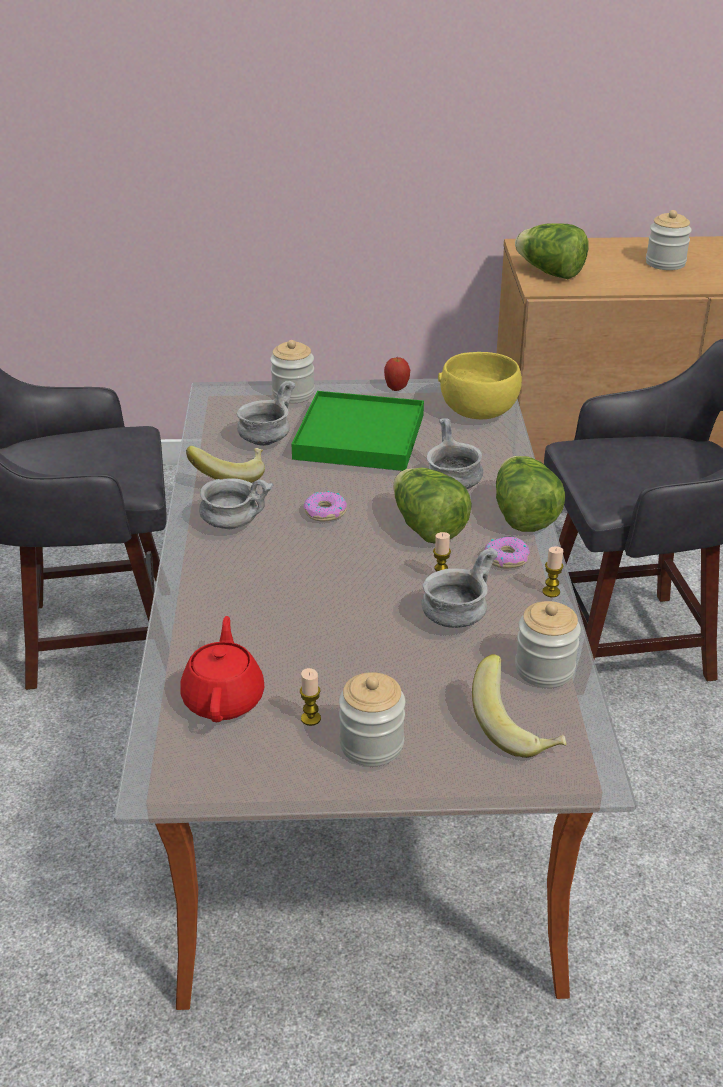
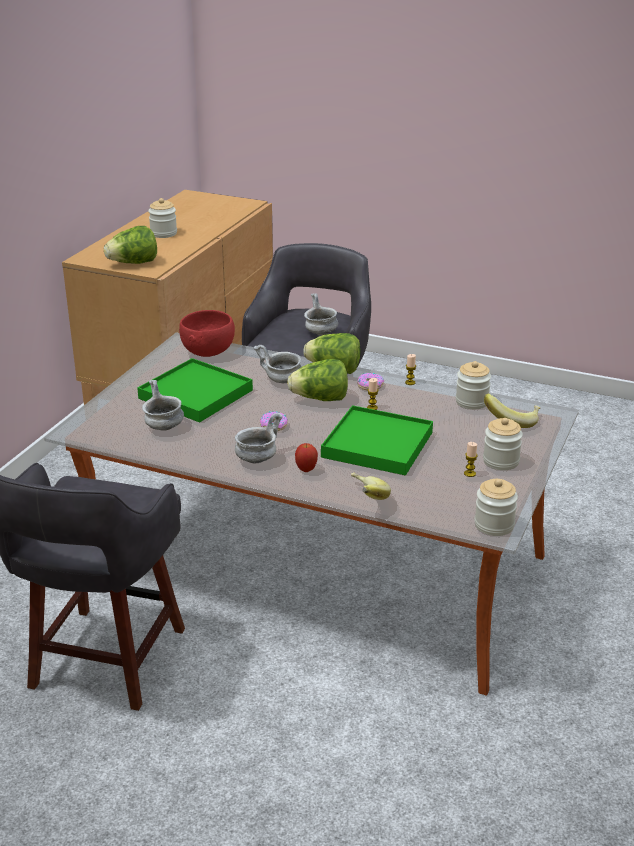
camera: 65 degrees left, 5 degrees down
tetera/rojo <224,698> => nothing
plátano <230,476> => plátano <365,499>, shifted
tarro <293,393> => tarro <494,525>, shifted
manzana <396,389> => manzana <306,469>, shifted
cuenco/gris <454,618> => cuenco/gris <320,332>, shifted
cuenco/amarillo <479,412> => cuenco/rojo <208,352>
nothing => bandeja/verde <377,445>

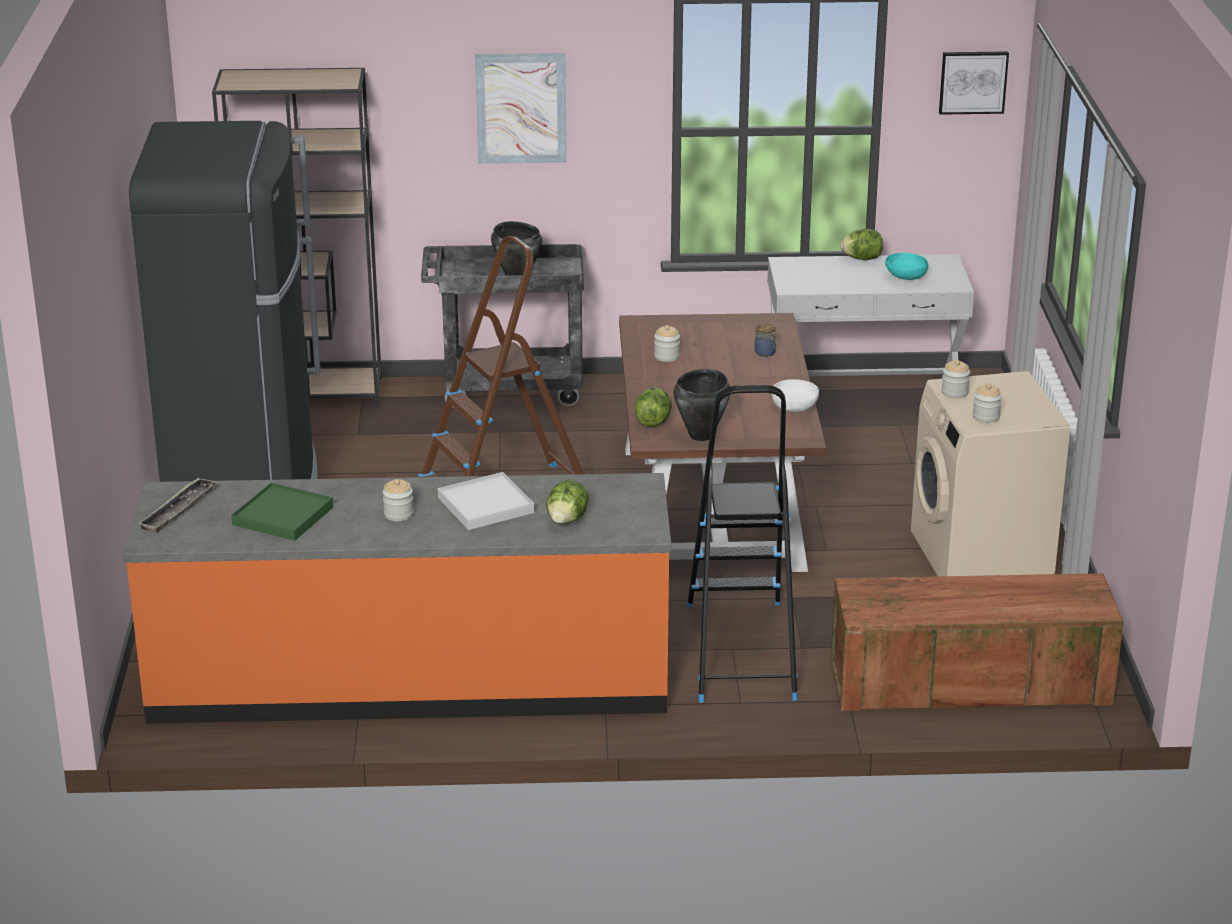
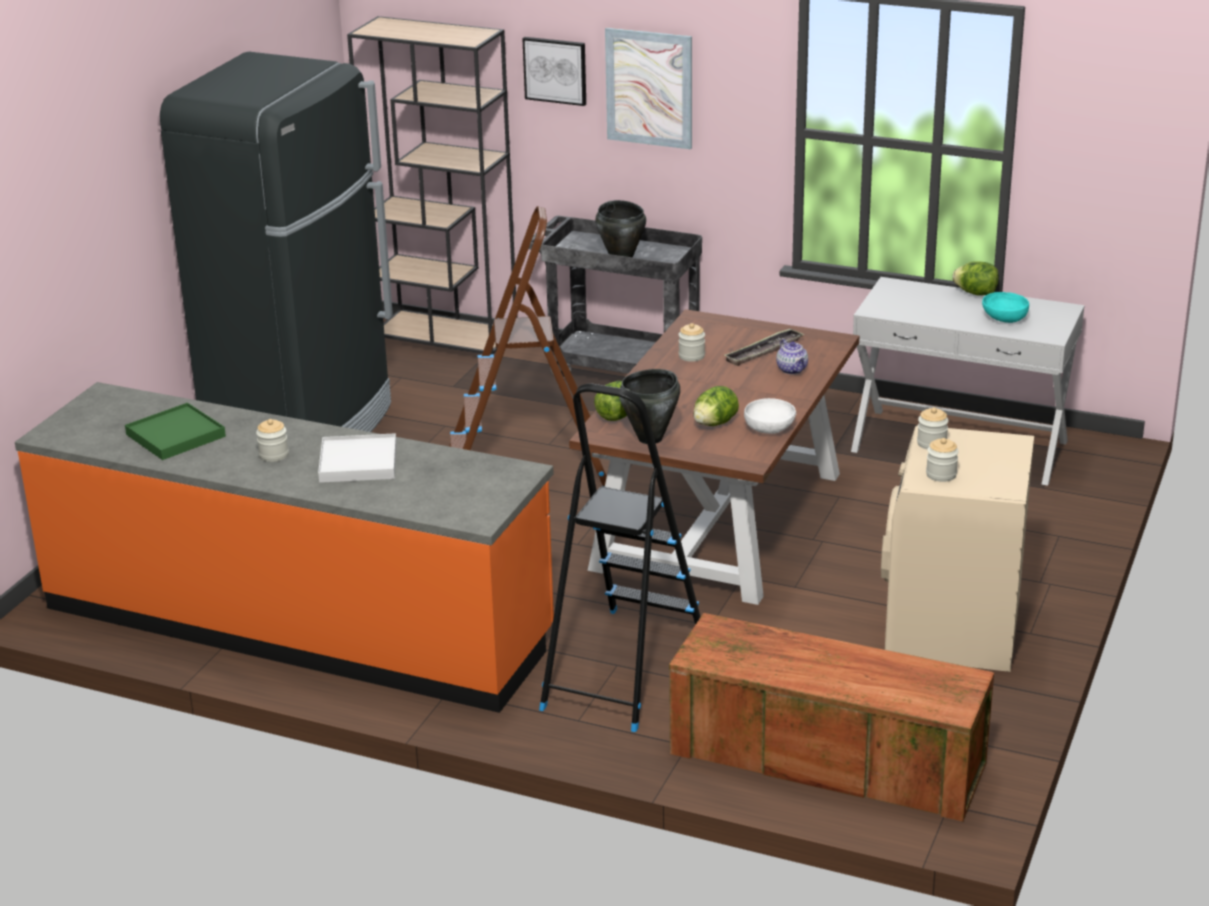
camera: 25 degrees right, 0 degrees up
bandeja <178,510> => bandeja <764,351>, shifted
lechuga <567,520> => lechuga <715,423>, shifted
tarro <765,353> => tetera <792,370>
cuadro <973,82> => cuadro <555,70>, shifted

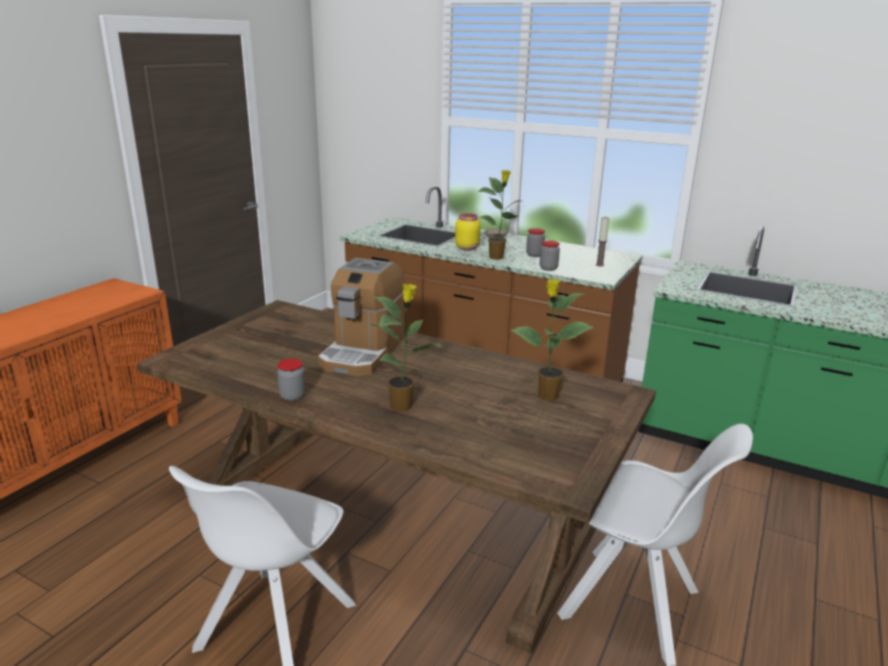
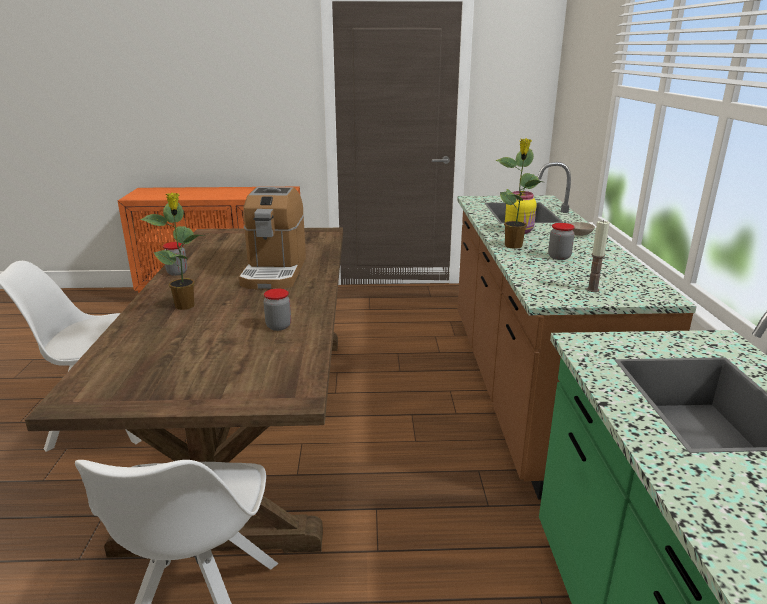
camera: 60 degrees right, 0 degrees up
cafetera <363,352> => cafetera <274,271>, 75 degrees counterclockwise
planta en maceta <547,396> => nothing
tarro <548,268> => tarro <278,326>, shifted

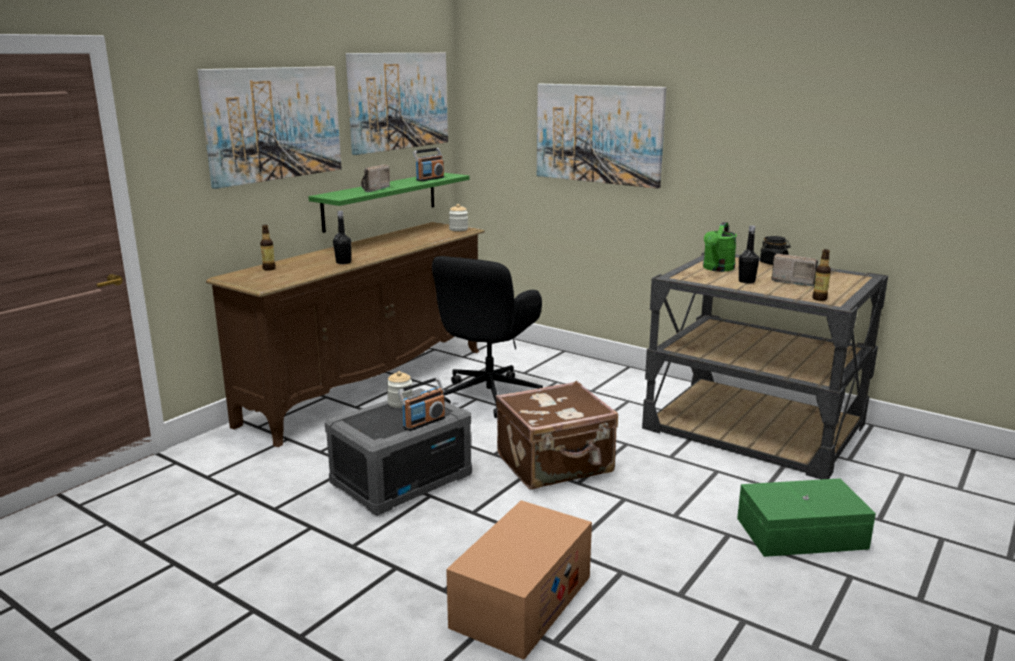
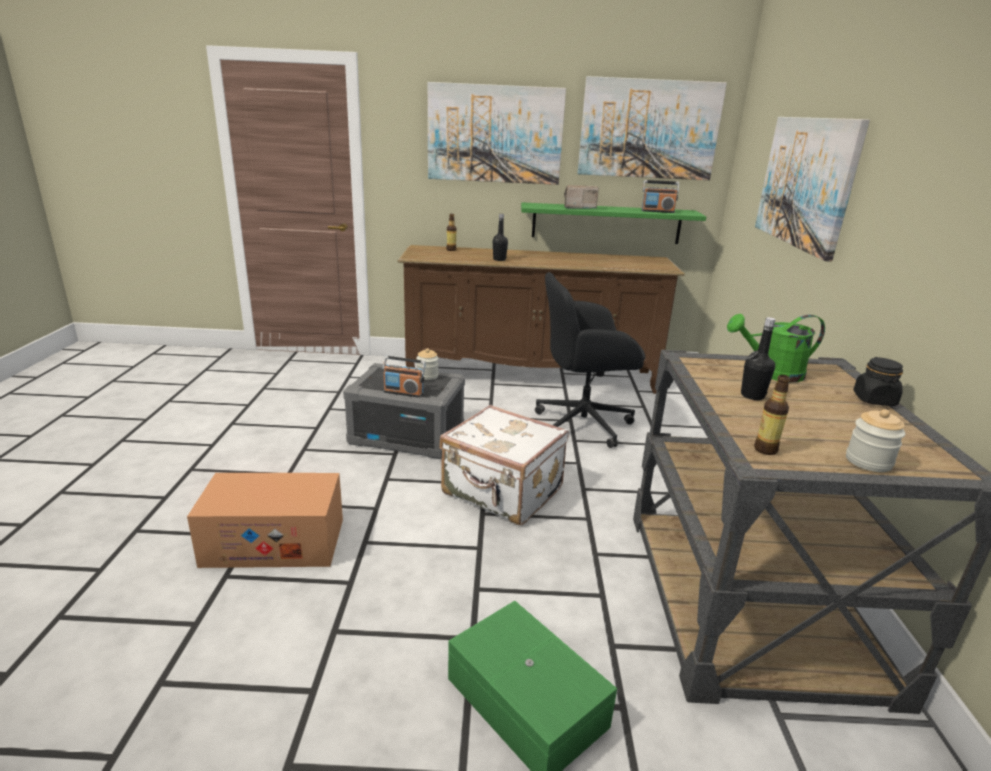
camera: 55 degrees right, 5 degrees up
tarro <458,229> => tarro <868,461>, shifted
maleta/marrón <556,465> => maleta/blanco <502,492>
radio <793,282> => nothing

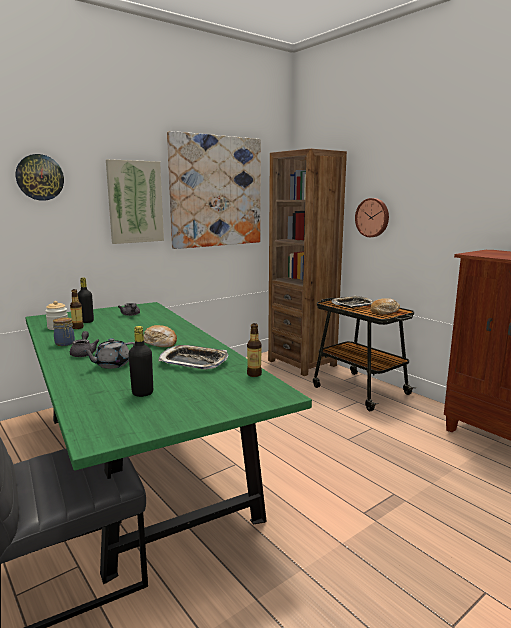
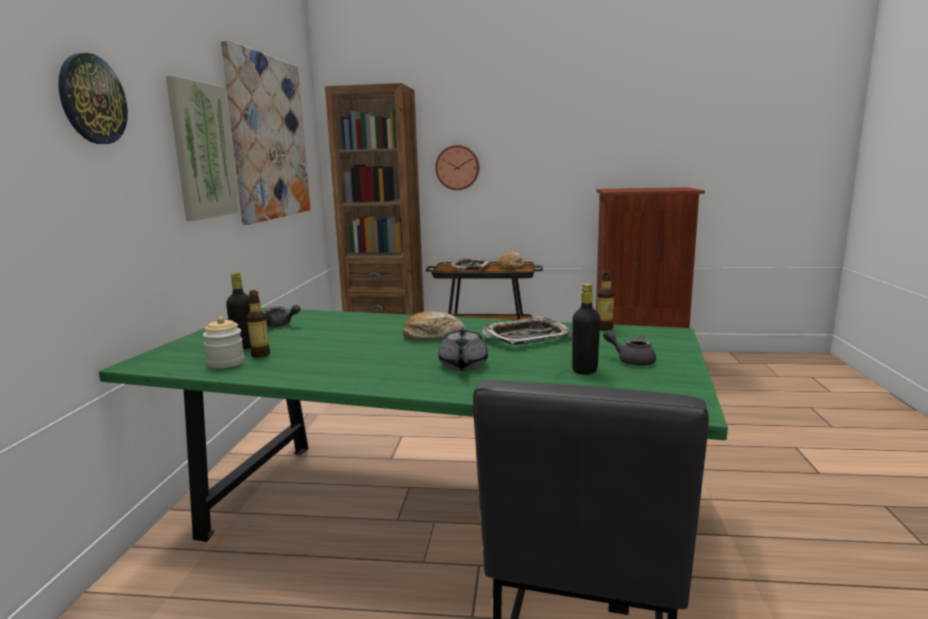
camera: 45 degrees left, 0 degrees up
tarro <65,344> => nothing
tetera/gris <84,353> => tetera/gris <631,360>, shifted

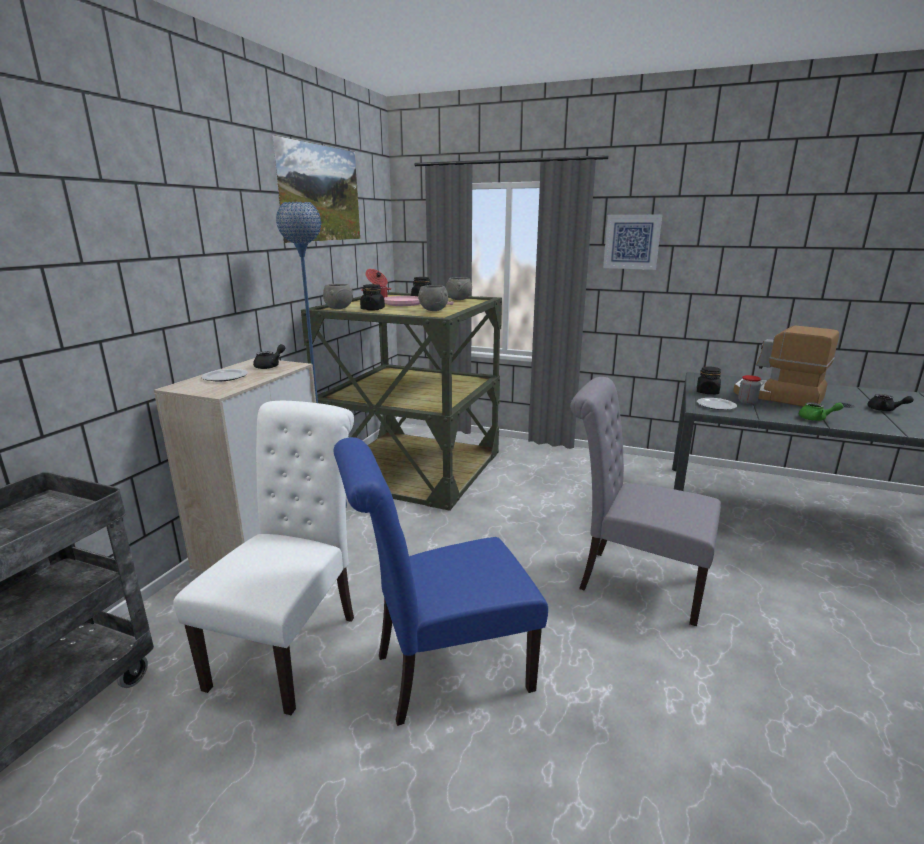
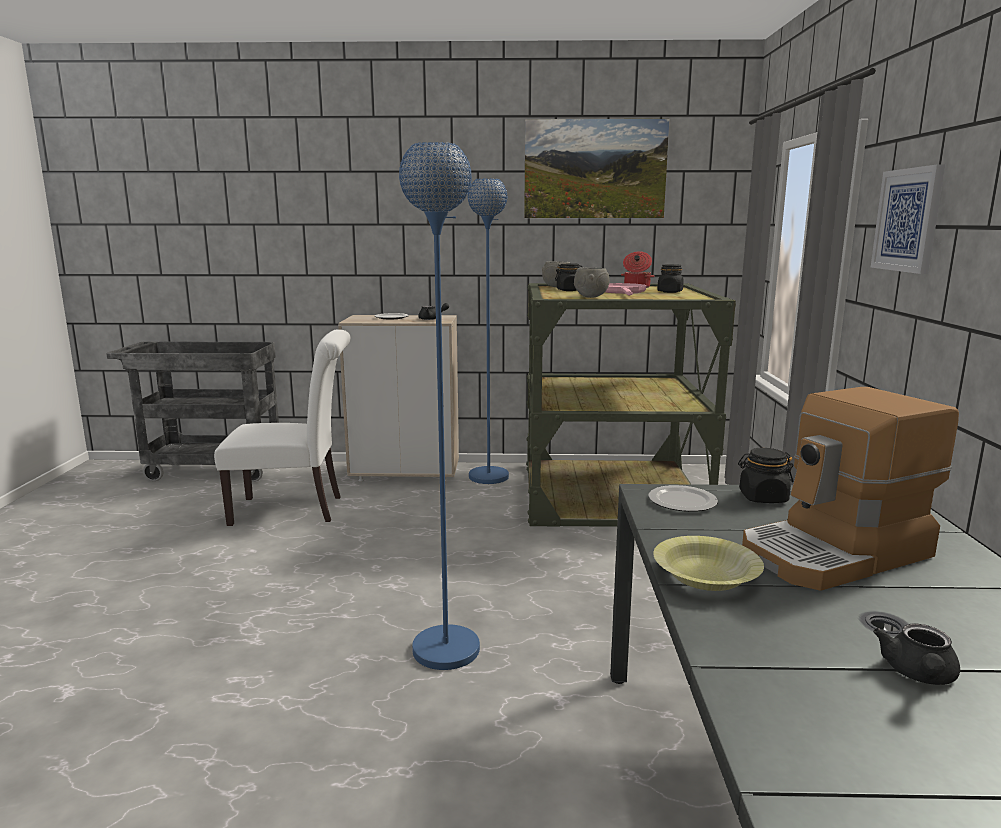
camera: 70 degrees right, 5 degrees down
silla/azul <442,673> => nothing
cuenco/gris <459,300> => nothing
silla/gris <633,581> => lámpara de pie/azul <446,649>
cafetera <778,396> => cafetera <836,554>, 135 degrees counterclockwise
tarro <747,402> => nothing
tetera/verde <816,419> => cuenco/amarillo <706,577>

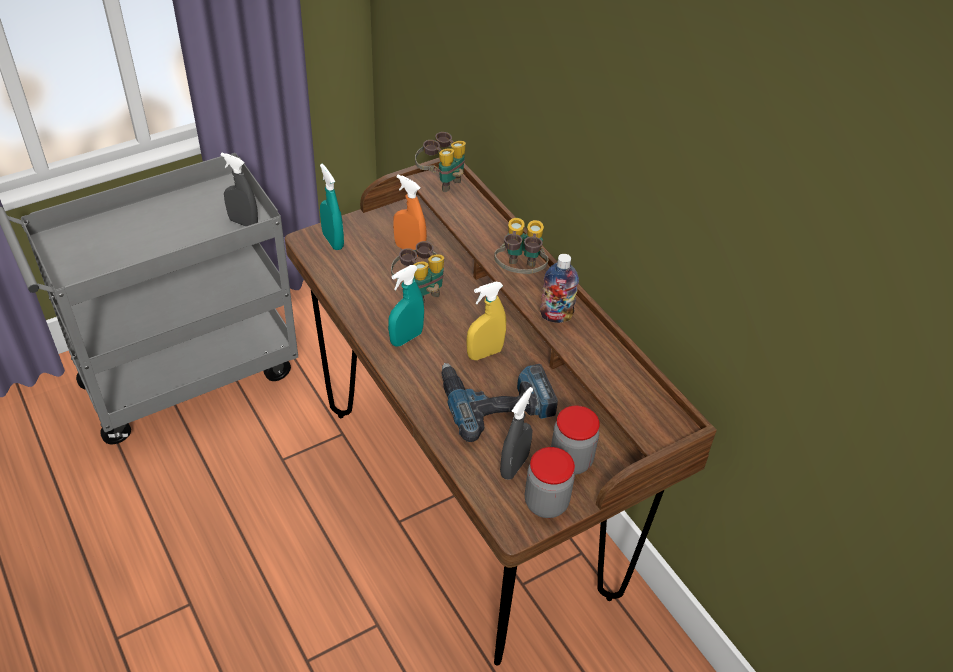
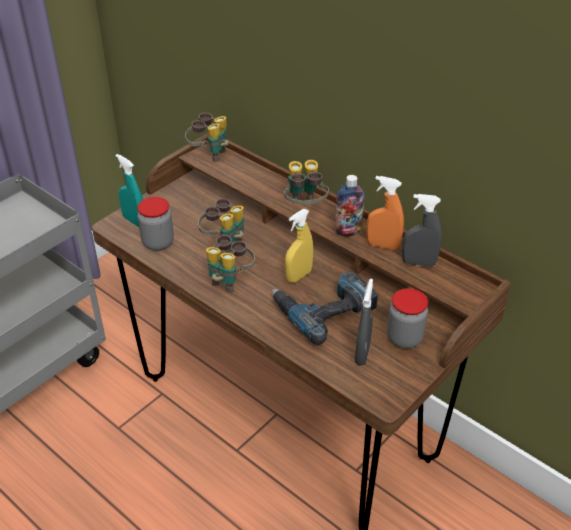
camera: 15 degrees left, 5 degrees down
pulverizador/gris <243,223> => pulverizador/gris <418,263>, shifted
pulverizador/turquesa <406,338> => prismáticos <229,280>
pulverizador/naranja <409,249> => pulverizador/naranja <383,245>, shifted
tarro <546,503> => tarro <158,243>, shifted

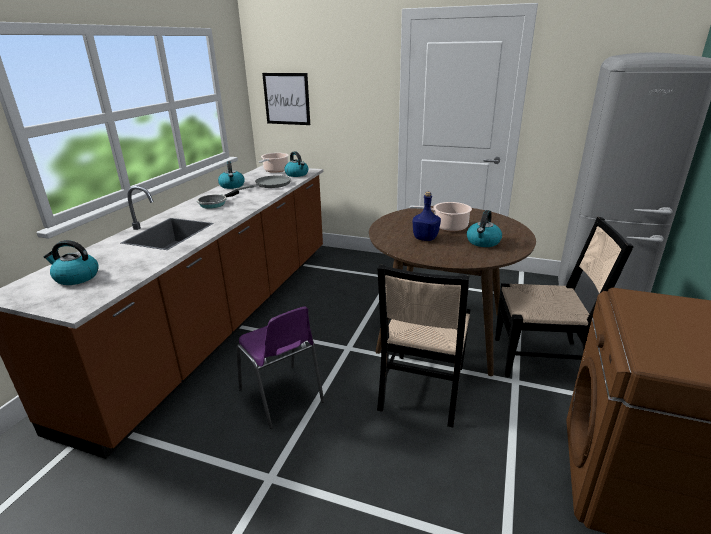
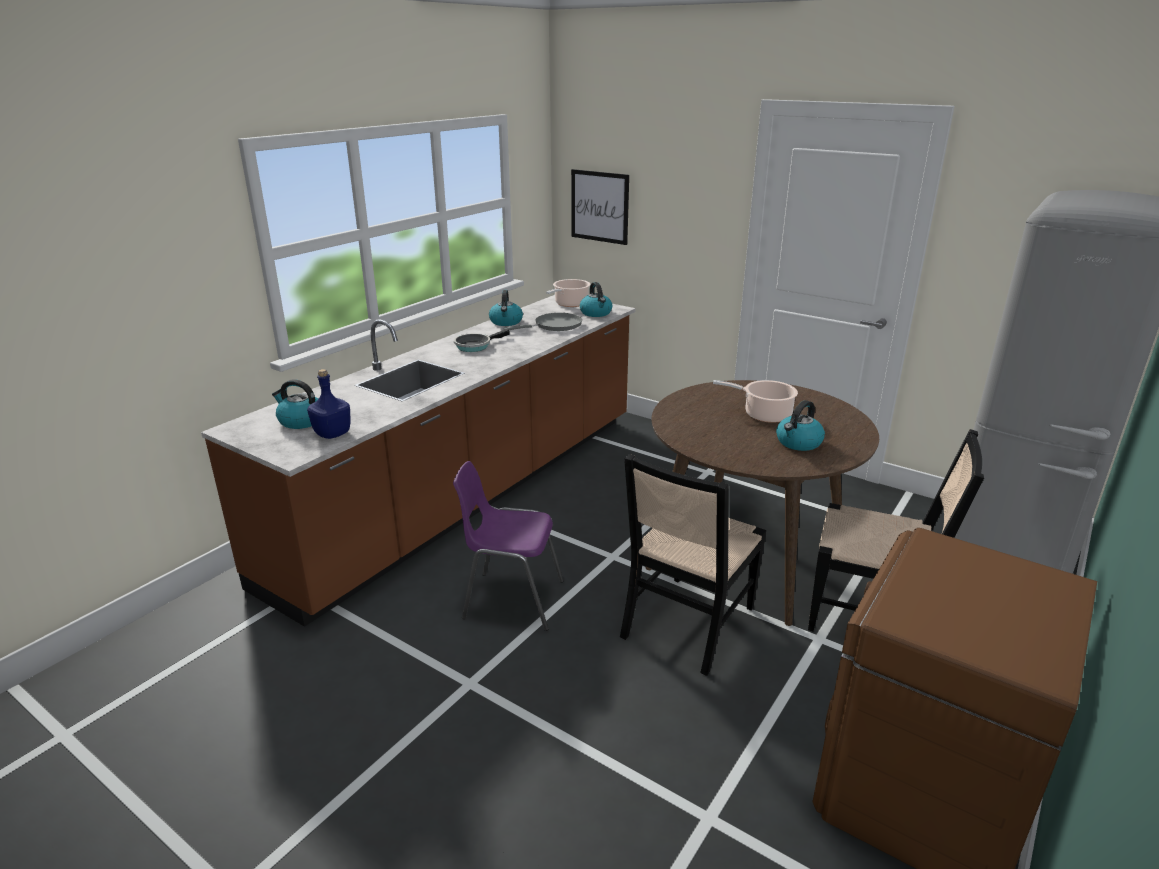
camera: 15 degrees right, 0 degrees up
silla/morado <282,397> => silla/morado <511,599>, 120 degrees clockwise
botella/azul <425,238> => botella/azul <332,433>, shifted

